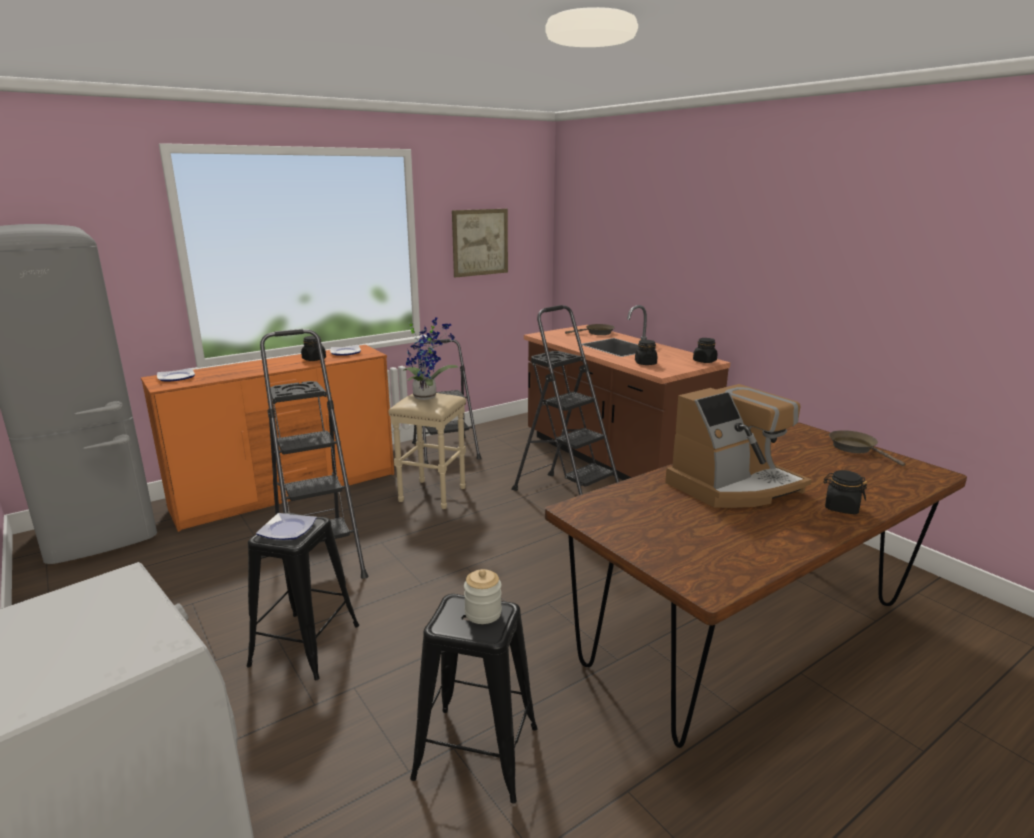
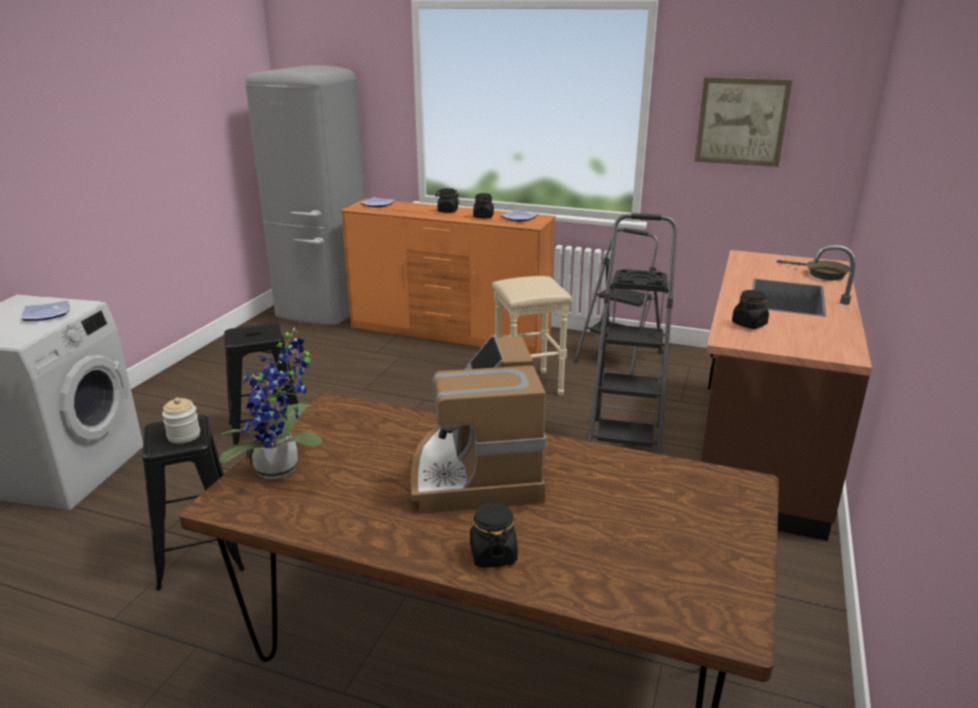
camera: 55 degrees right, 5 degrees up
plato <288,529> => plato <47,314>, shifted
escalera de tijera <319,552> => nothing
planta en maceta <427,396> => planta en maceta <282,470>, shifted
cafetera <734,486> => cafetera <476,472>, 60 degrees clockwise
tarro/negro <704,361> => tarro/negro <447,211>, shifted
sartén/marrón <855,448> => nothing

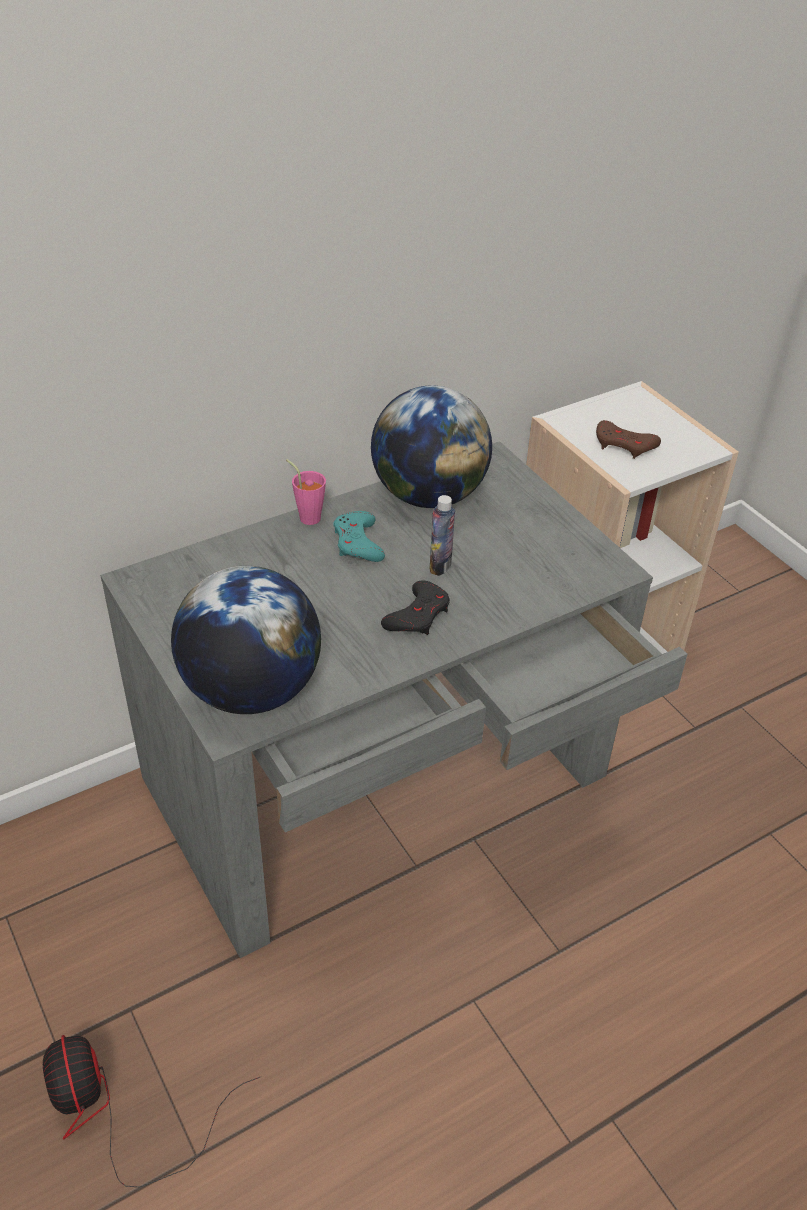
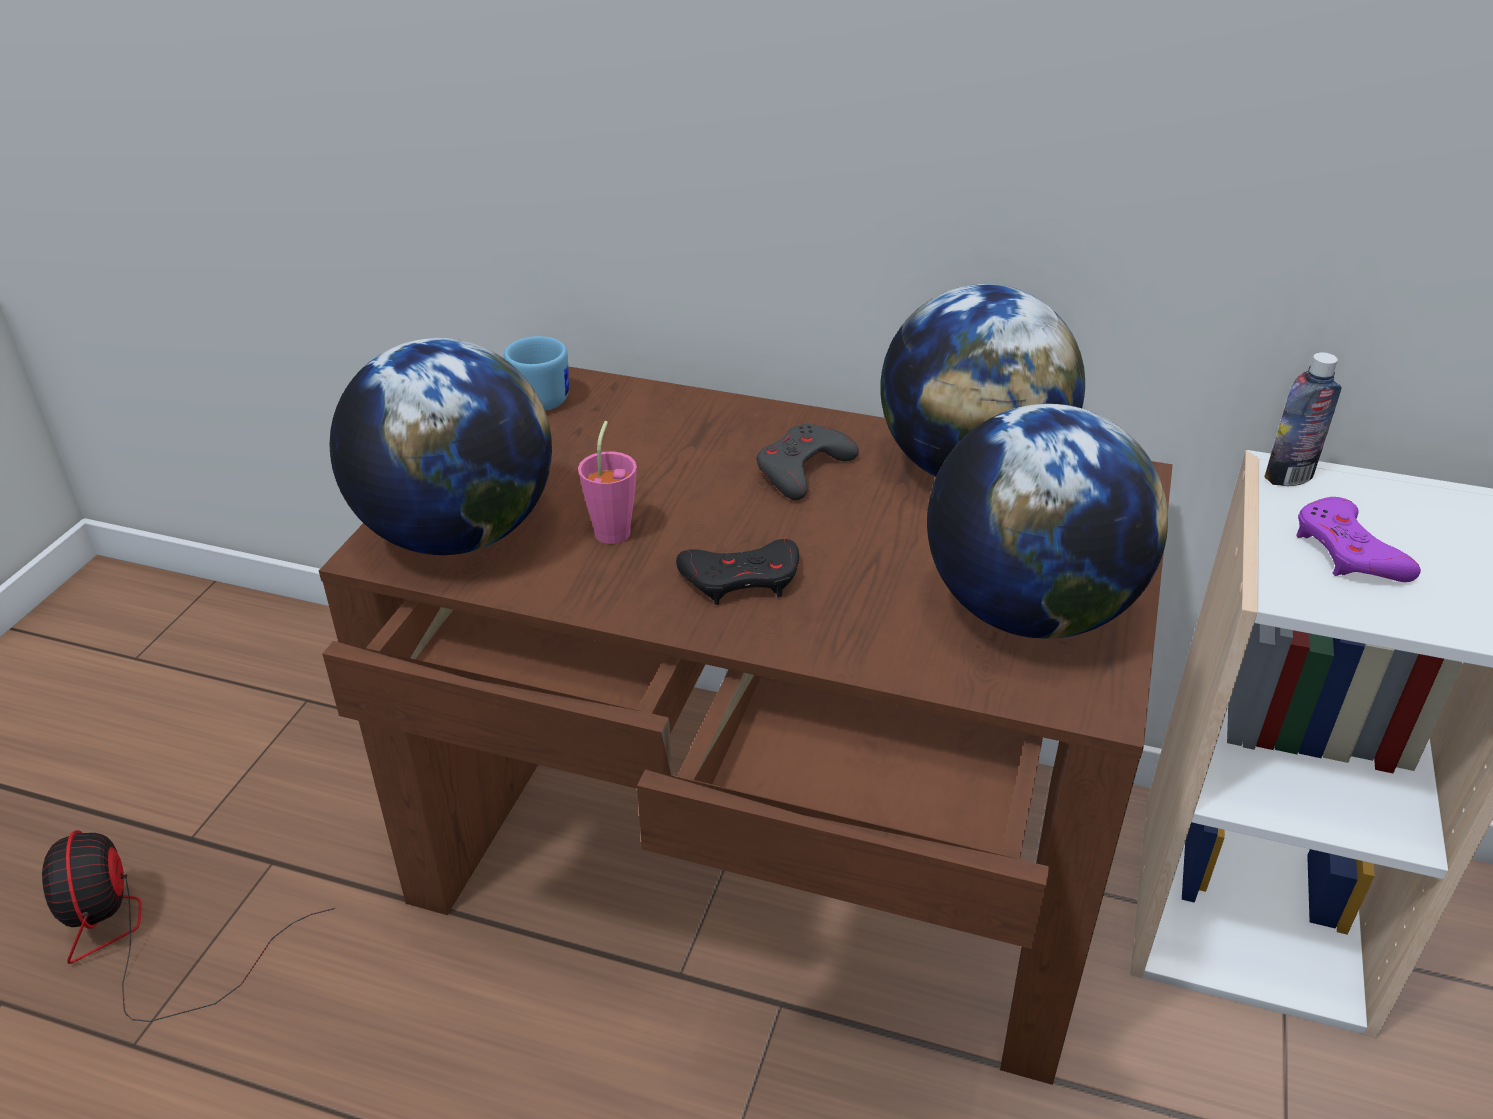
camera: 50 degrees right, 5 degrees down
ventilador <115,1113> => ventilador <143,939>, 45 degrees counterclockwise
escritorio/gris <392,793> => escritorio/marrón <759,875>
taza/rosa <307,515> => taza/rosa <614,528>, shifted
mando de consola/turquesa <358,542> => mando de consola/gris <802,469>
botella <440,566> => botella <1288,477>, shifted
mando de consola/marrón <624,444> => mando de consola/morado <1348,551>
nothing => taza grande/azul <540,396>
nothing => globo terráqueo <1028,611>

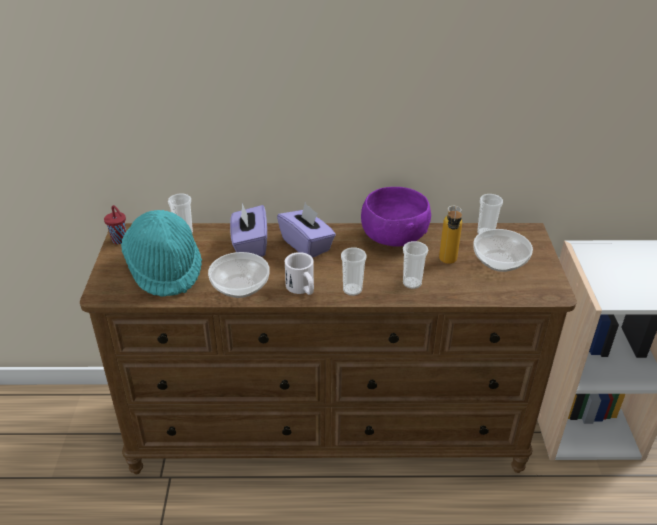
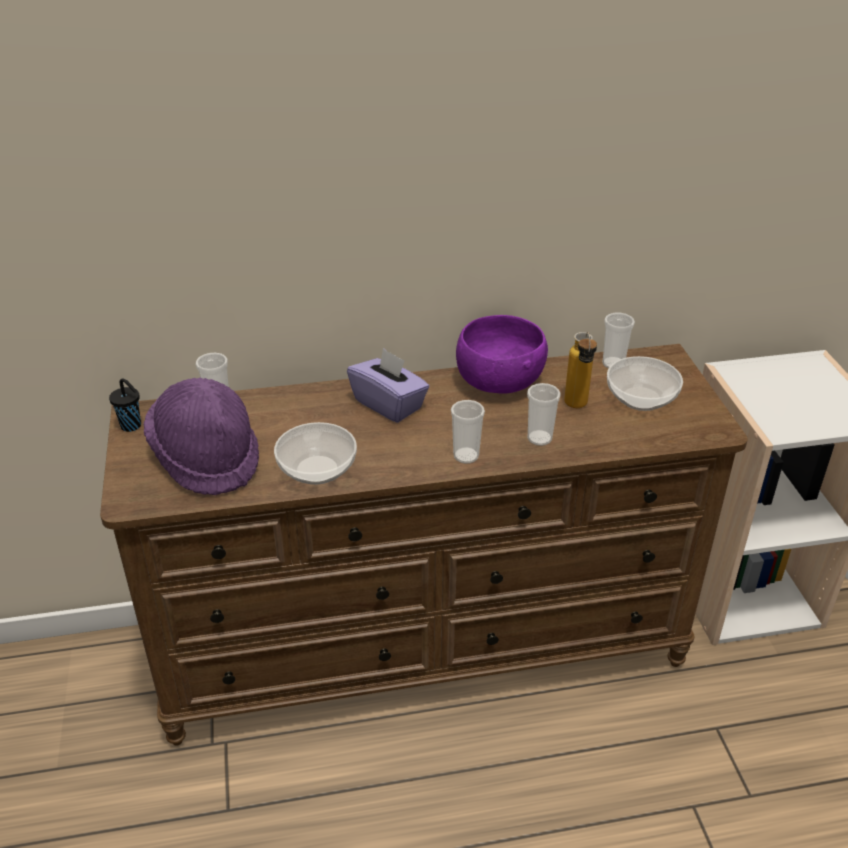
camera: 10 degrees left, 0 degrees up
taza/rojo <120,240> => taza/negro <132,426>
sombrero/turquesa <165,269> => sombrero/morado <207,458>
caja de pañuelos/morado <250,245> => nothing
taza grande/blanco <302,288> => nothing

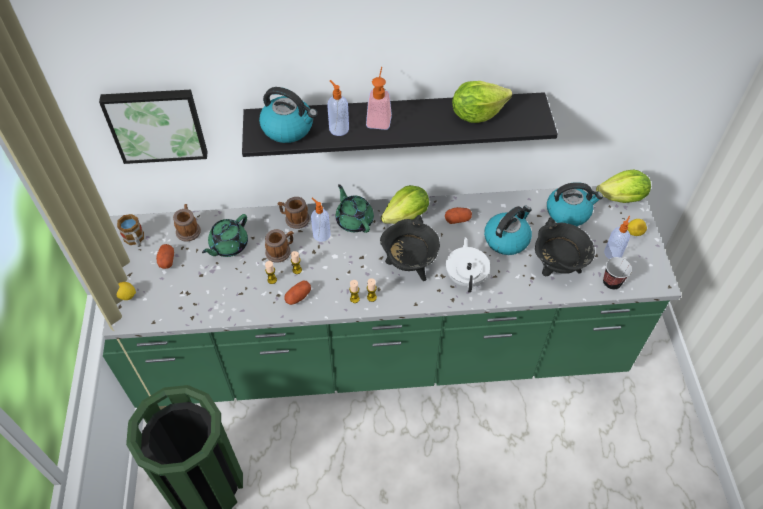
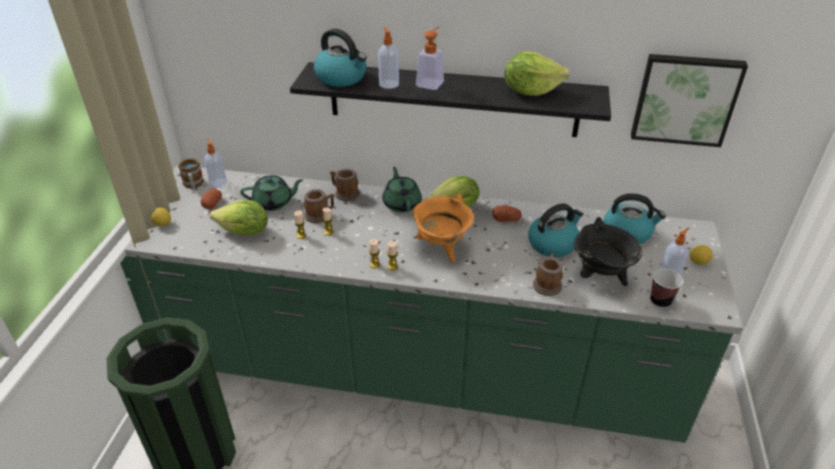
camera: 15 degrees right, 15 degrees down
cuadro <156,124> => cuadro <685,99>, shifted
taza grande <188,229> => taza grande <547,283>, shifted
tetera/verde <228,245> => tetera/verde <273,203>, 150 degrees counterclockwise
patata <298,297> => nothing
dispensador de jabón <321,234> => dispensador de jabón <218,182>, shifted
olla/negro <409,266> => olla/naranja <442,248>
tetera/blanco <466,277> => nothing
lechuga <622,198> => lechuga <244,232>, shifted

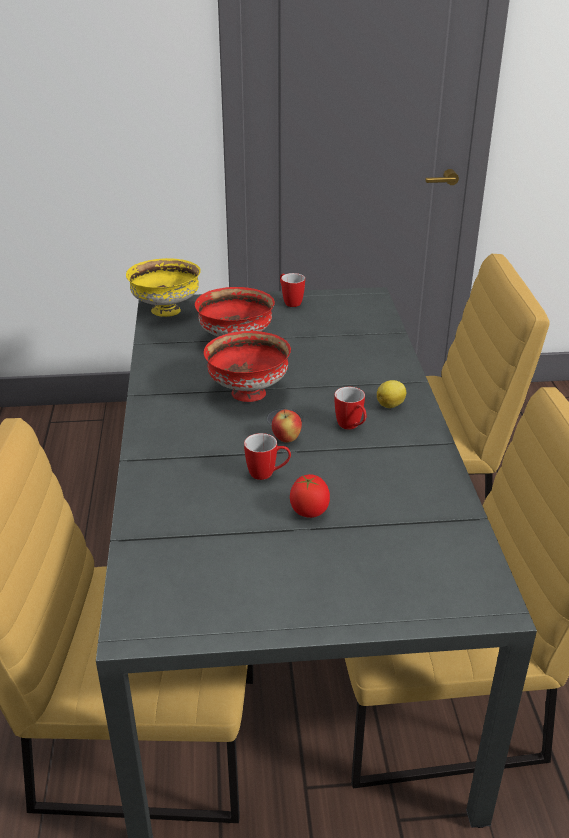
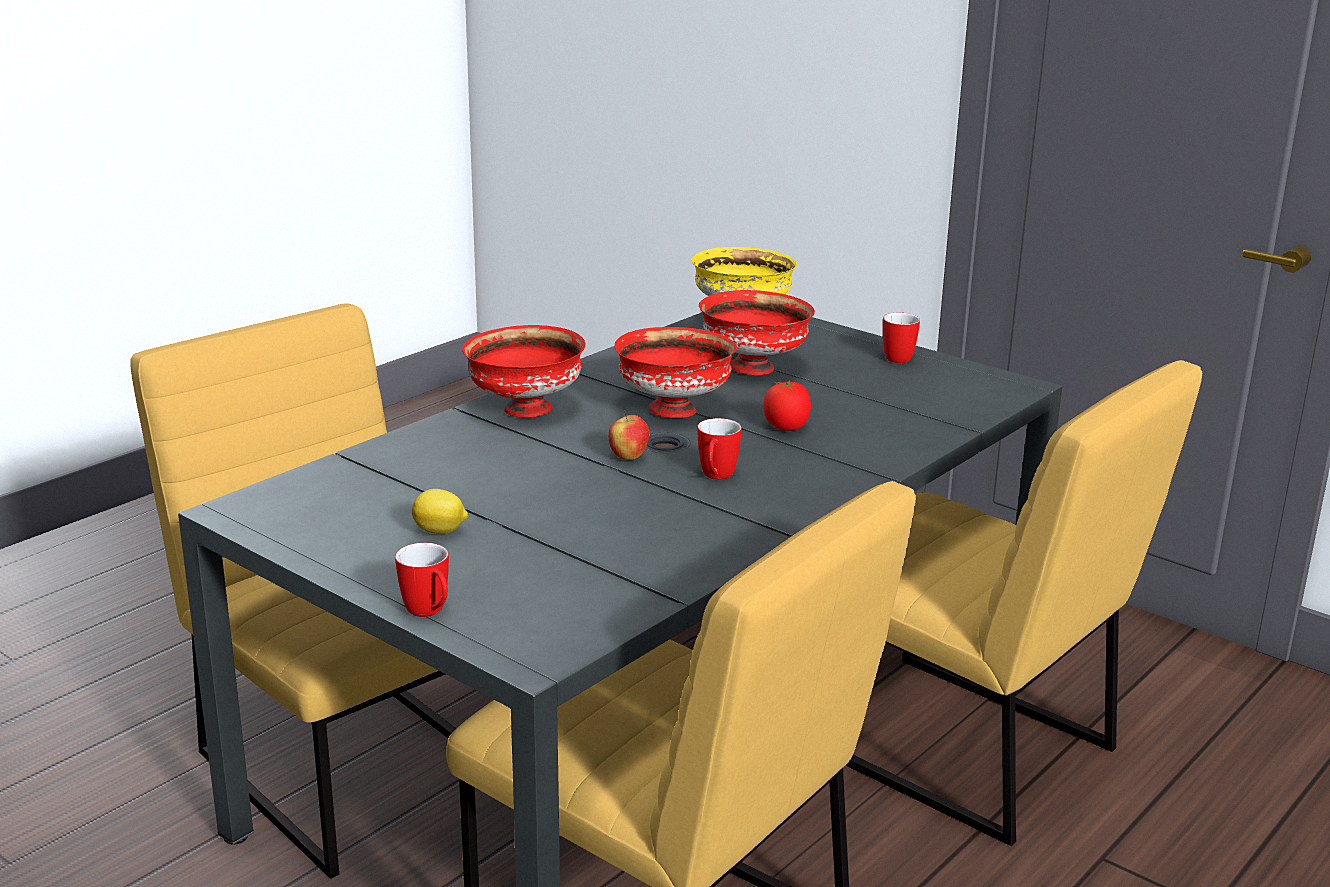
camera: 45 degrees right, 10 degrees down
taza grande <267,474> => taza grande <430,613>, shifted
tomate <309,511> => tomate <786,427>, shifted
limón <391,405> => limón <440,531>, shifted
nothing => cuenco/rojo <525,410>

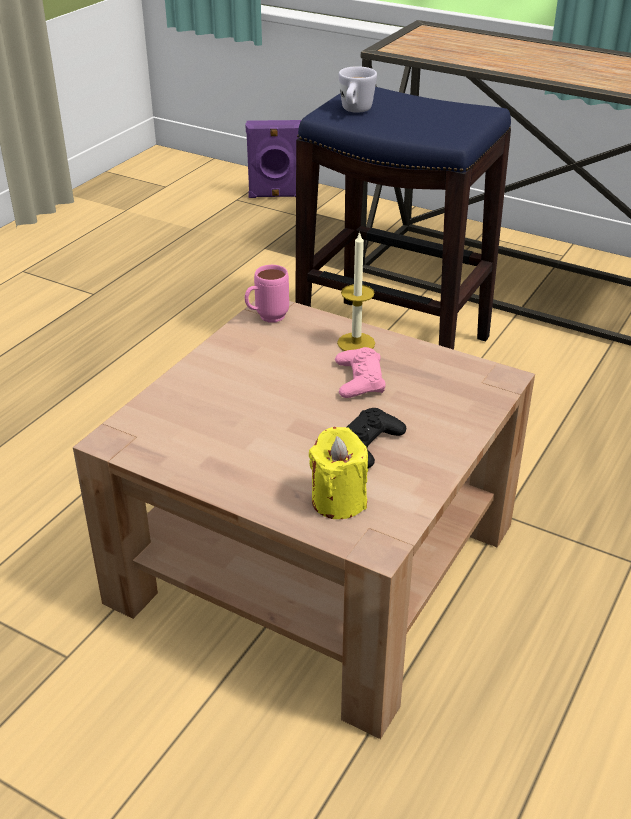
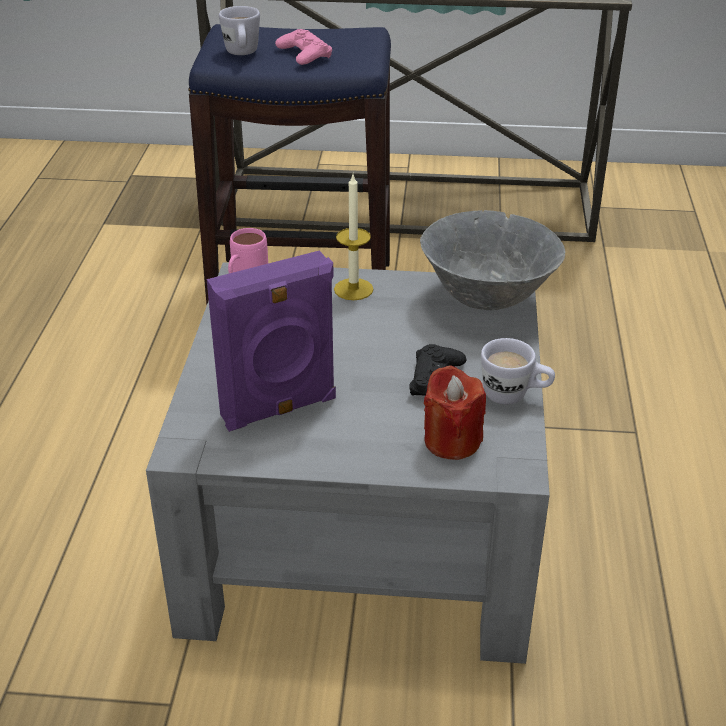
camera: 25 degrees left, 0 degrees up
mesa de centro/marrón <315,563> => mesa de centro/gris <362,524>
altavoz/morado <275,196> => altavoz/morado <279,409>, shifted
vela/amarillo <338,501> => vela/rojo <452,441>
mando de consola/rosa <359,379> => mando de consola/rosa <304,54>, shifted
nothing => cuenco/gris <486,300>
nothing => taza grande/blanco <514,396>

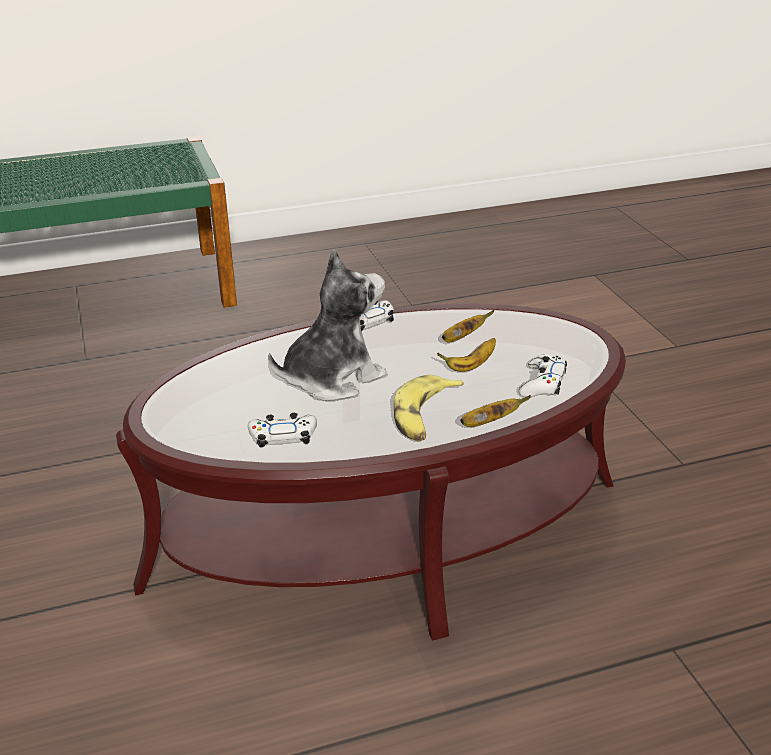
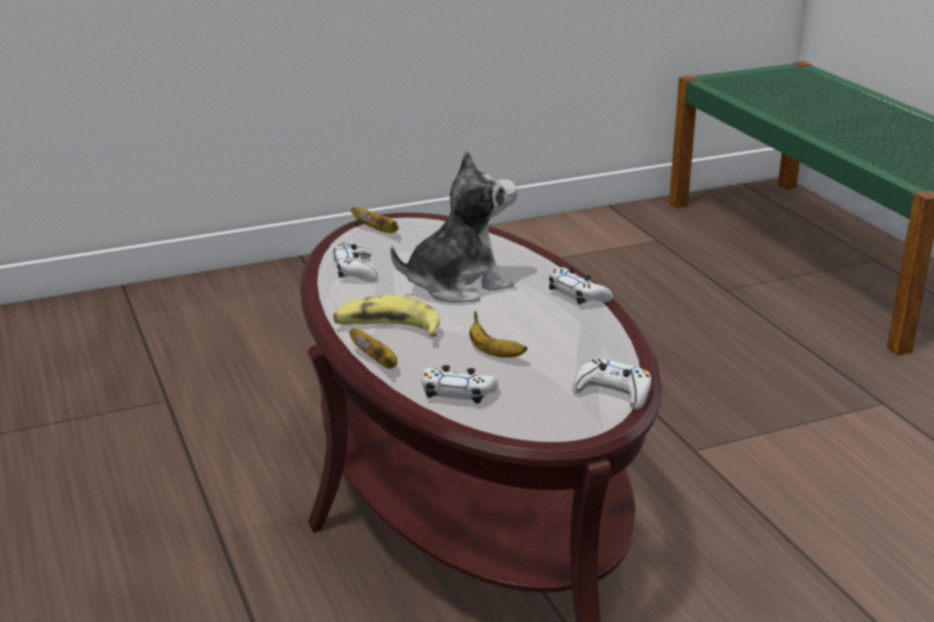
camera: 85 degrees right, 5 degrees down
peluche <332,379> => peluche <457,285>, 75 degrees counterclockwise
plátano <462,338> => plátano <378,230>, shifted
nothing => mando de consola/blanco <613,392>

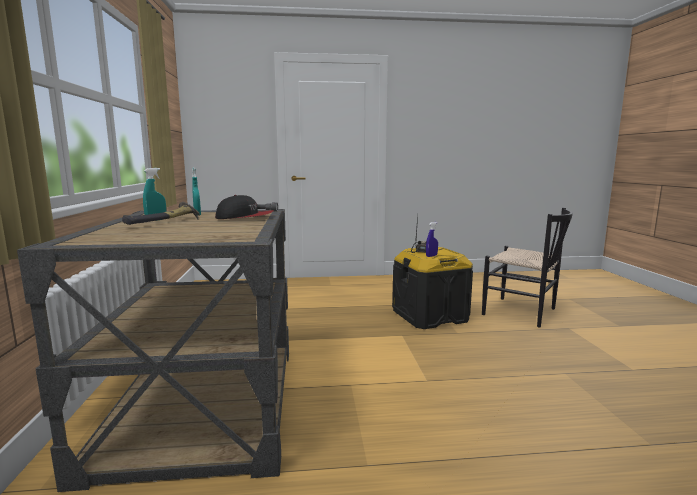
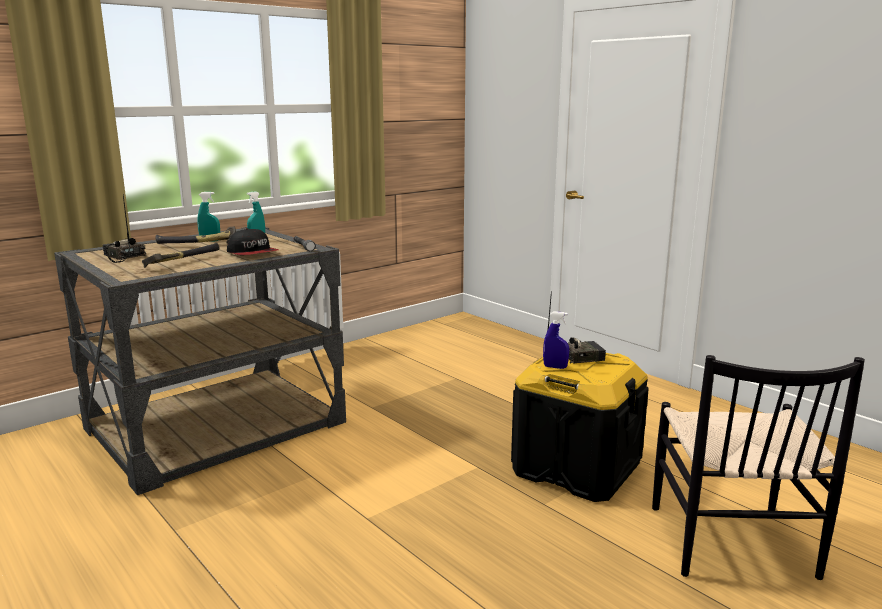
camera: 55 degrees right, 5 degrees up
nothing => radio <122,257>
nothing => martillo <179,263>

